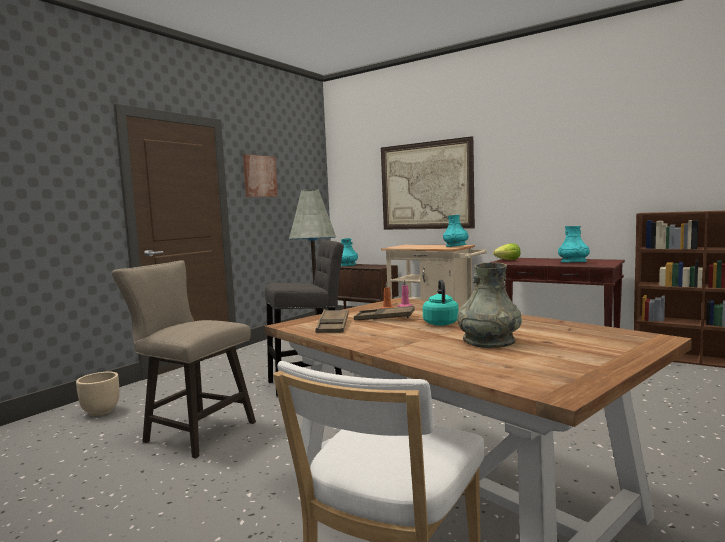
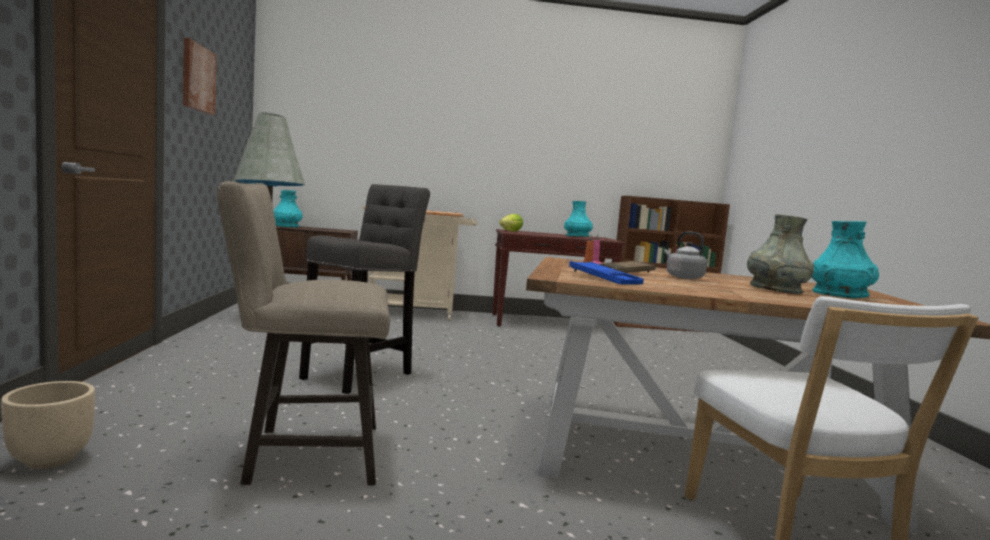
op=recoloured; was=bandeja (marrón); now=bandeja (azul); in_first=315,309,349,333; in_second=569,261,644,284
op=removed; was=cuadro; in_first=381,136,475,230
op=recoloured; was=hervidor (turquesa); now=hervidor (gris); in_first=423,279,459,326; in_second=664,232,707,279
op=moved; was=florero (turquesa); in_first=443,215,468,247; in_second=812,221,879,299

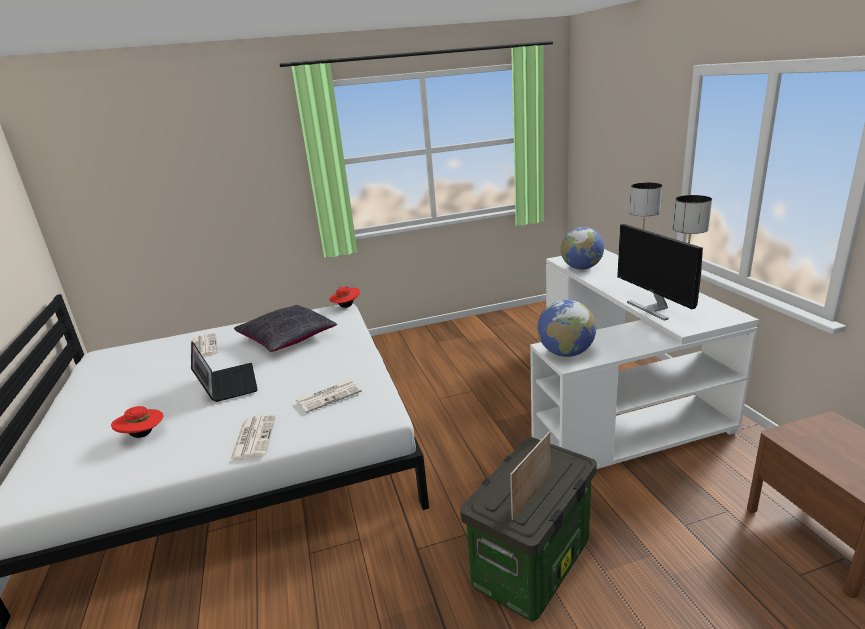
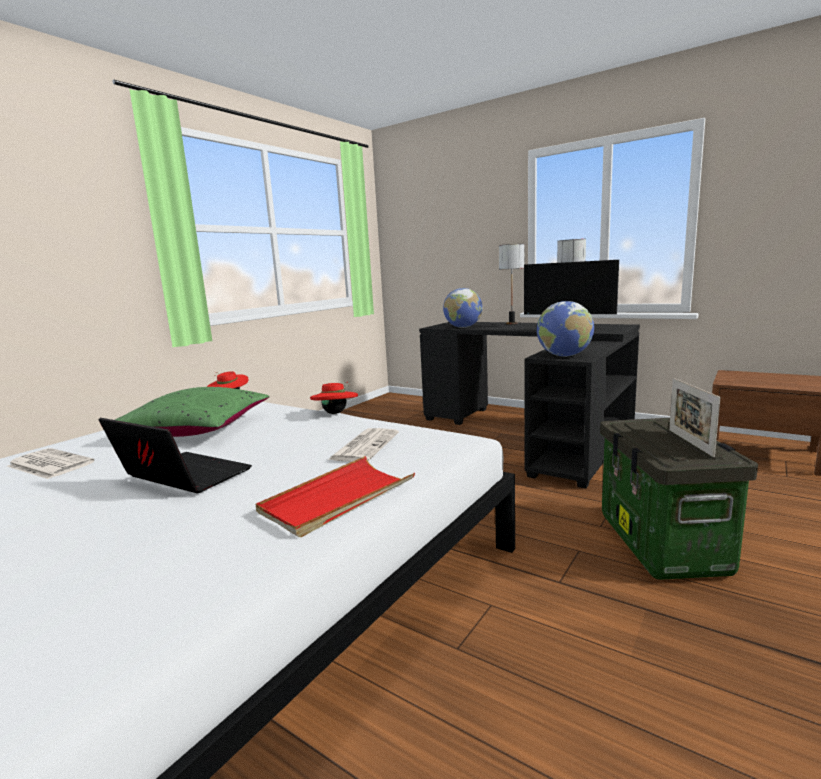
op=moved; was=sombrero (rojo); in_first=111,406,163,438; in_second=310,382,358,414
op=replaced; was=periódico; now=bandeja (rojo); in_first=230,414,276,461; in_second=255,456,415,537
op=recoloured; was=cojín (negro); now=cojín (verde); in_first=234,305,337,352; in_second=115,387,270,437
op=recoloured; was=escritorio (blanco); now=escritorio (negro); in_first=530,249,759,469; in_second=419,322,640,489

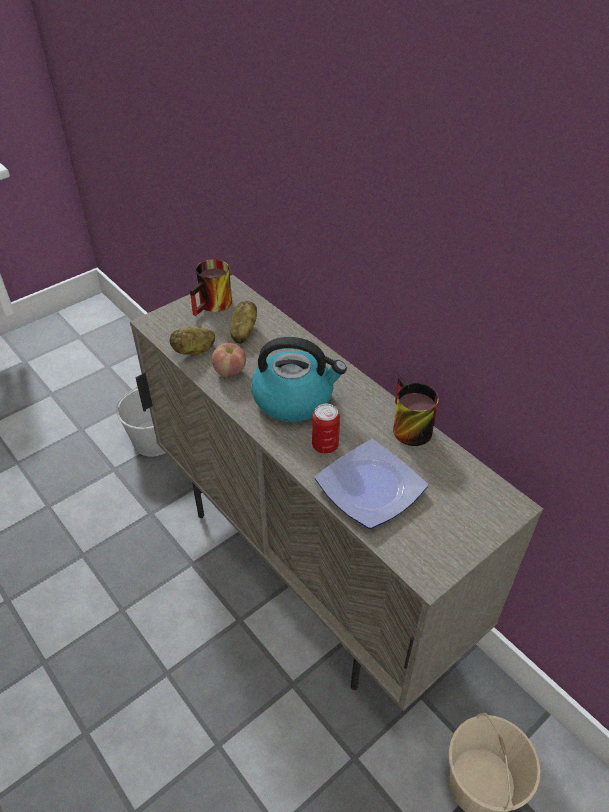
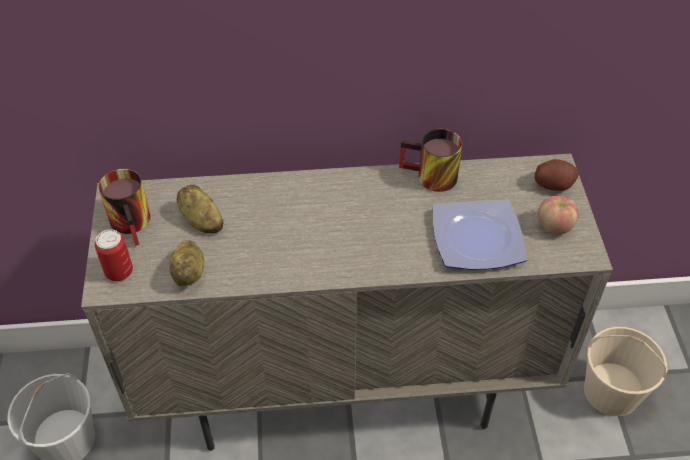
op=moved; was=manzana; in_first=212,343,246,377; in_second=538,196,579,235
op=removed; was=hervidor; in_first=251,337,347,422
op=moved; was=lata; in_first=312,404,340,454; in_second=94,229,133,281
op=added; now=patata; in_second=535,159,579,191

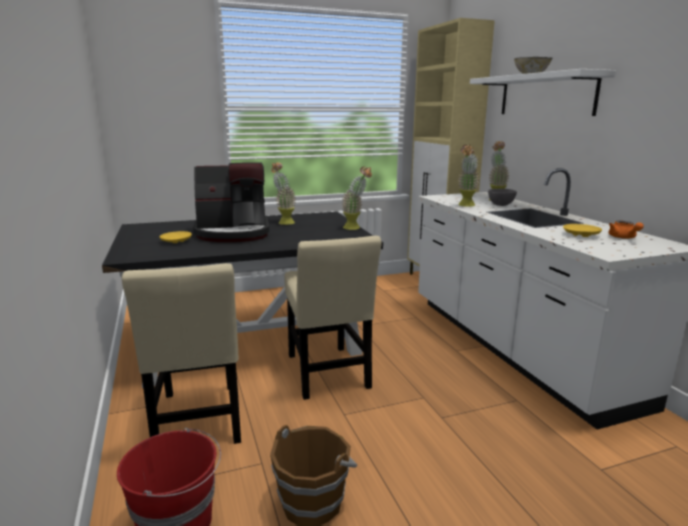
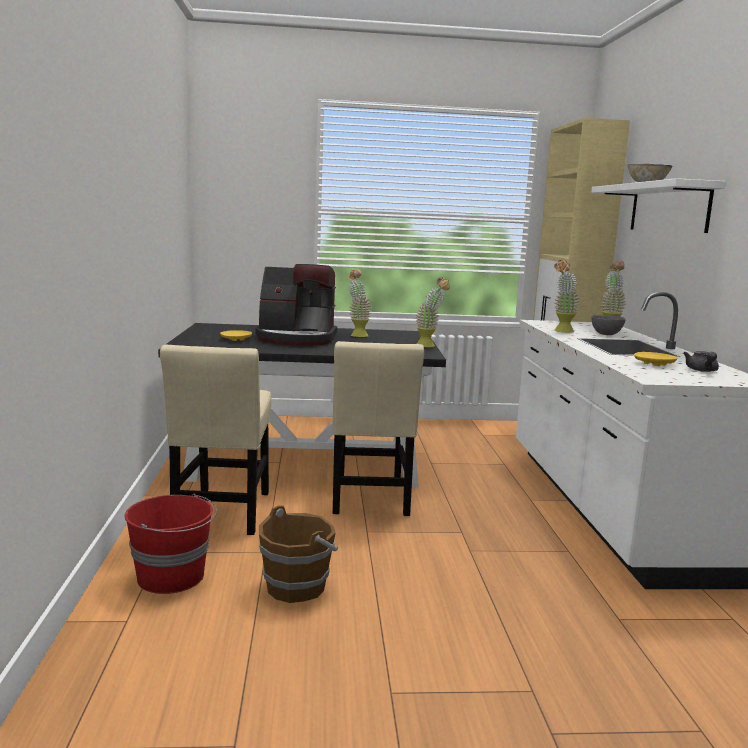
op=recoloured; was=tetera (naranja); now=tetera (gris); in_first=609,221,644,239; in_second=683,351,719,372

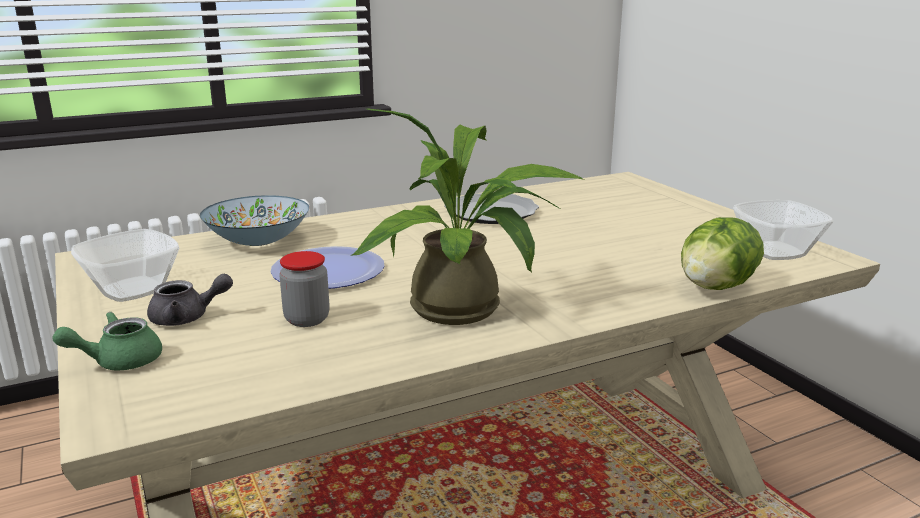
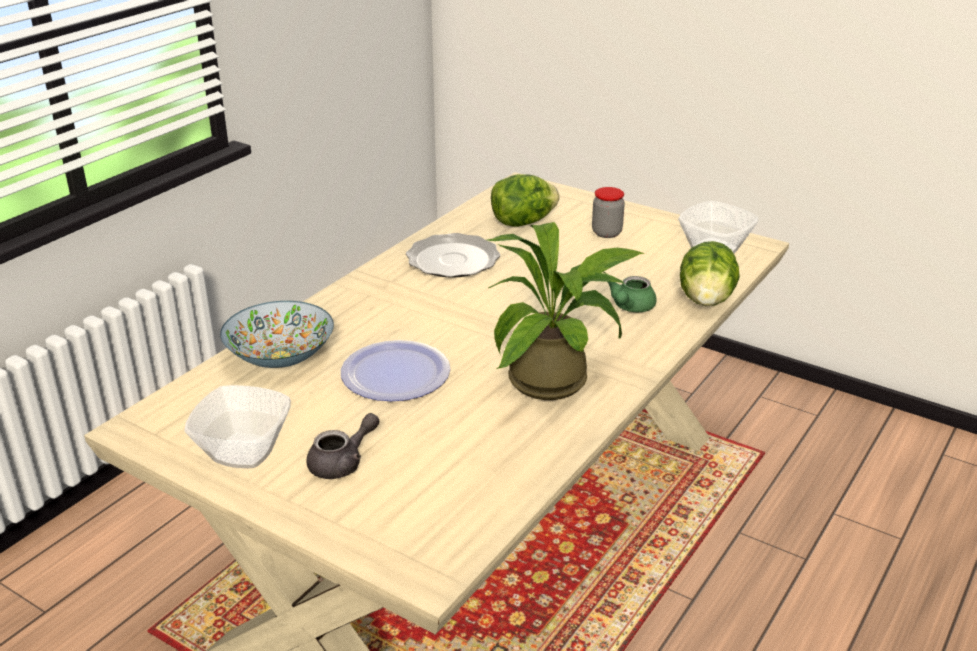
op=moved; was=tetera (verde); in_first=52,312,162,370; in_second=608,276,657,312
op=moved; was=tarro; in_first=279,251,330,327; in_second=592,187,625,238
op=added; now=lechuga; in_second=491,174,559,226

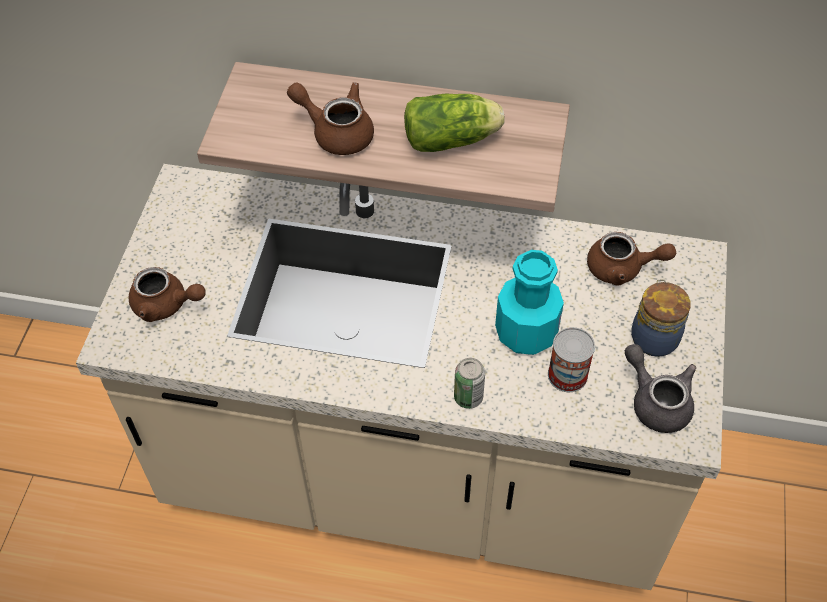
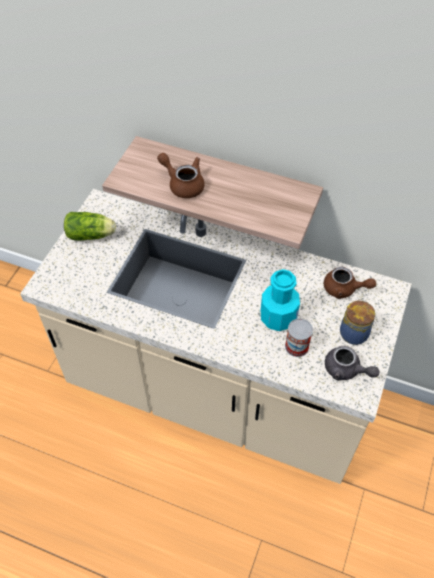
op=removed; was=tetera (marrón); in_first=129,267,206,322
op=moved; was=lechuga; in_first=404,93,504,152; in_second=64,212,116,241
op=removed; was=lata; in_first=454,358,485,409
op=turned; was=tetera (gris); in_first=625,344,696,433; in_second=325,346,379,381; clockwise=150

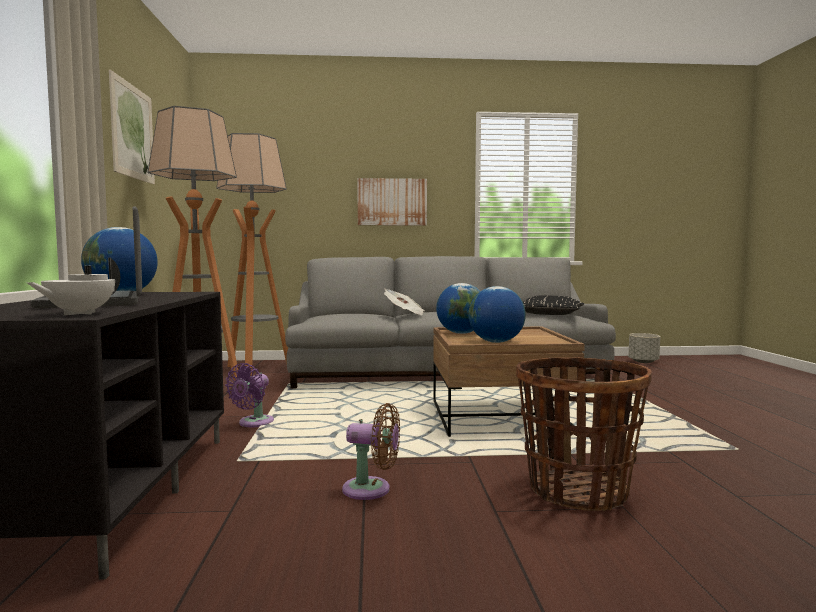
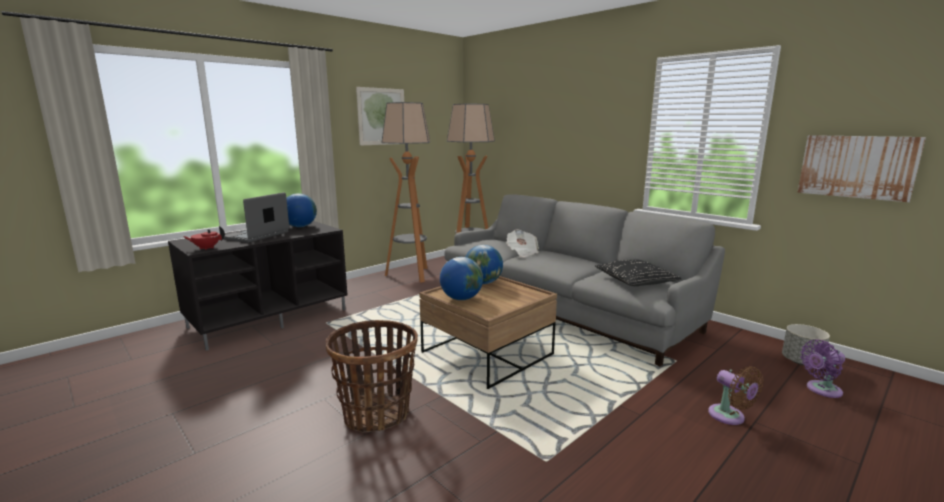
op=recoloured; was=tetera (blanco); now=tetera (rojo); in_first=27,257,120,315; in_second=183,226,225,250
op=moved; was=ventilador (morado); in_first=225,363,274,427; in_second=800,339,845,398
op=moved; was=ventilador (marrón); in_first=342,403,400,500; in_second=708,366,763,425
op=moved; was=cuadro; in_first=357,178,427,226; in_second=797,135,926,202

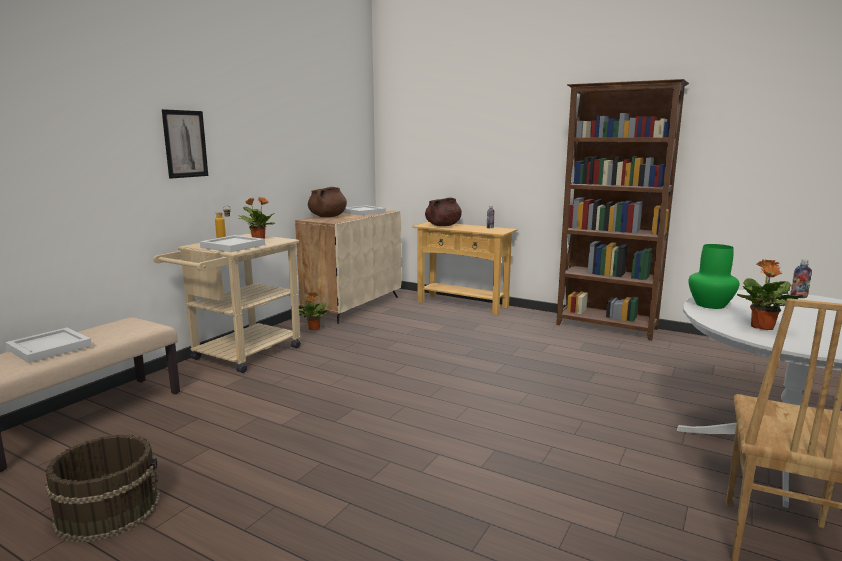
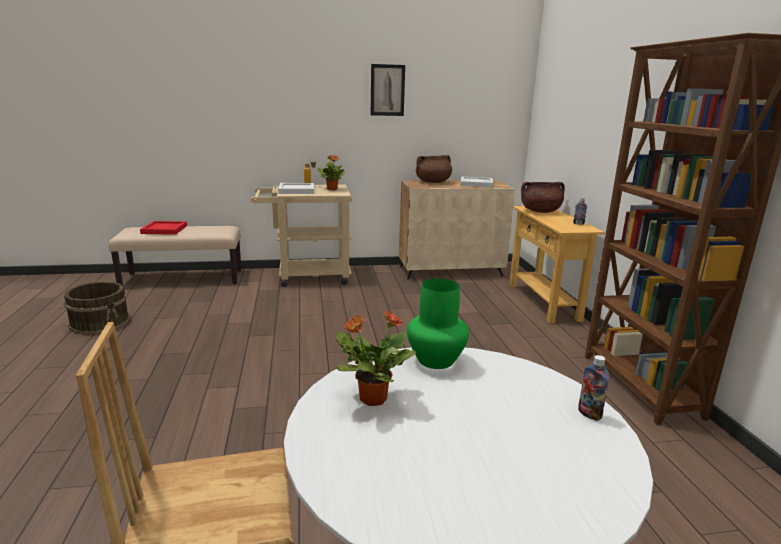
op=recoloured; was=bandeja (blanco); now=bandeja (rojo); in_first=5,328,92,363; in_second=140,221,187,235
op=moved; was=cuadro; in_first=162,109,208,179; in_second=371,64,405,116
op=removed; was=planta en maceta; in_first=299,292,327,330

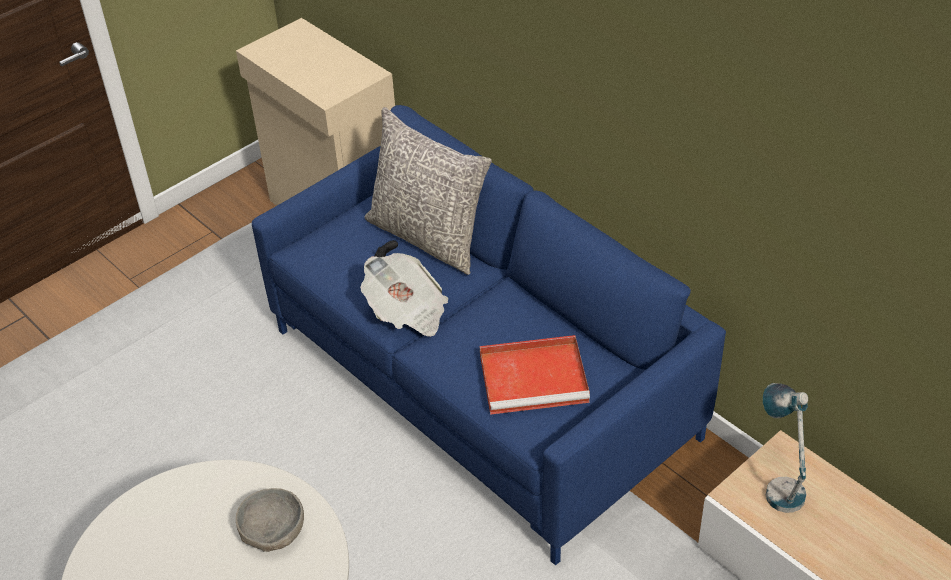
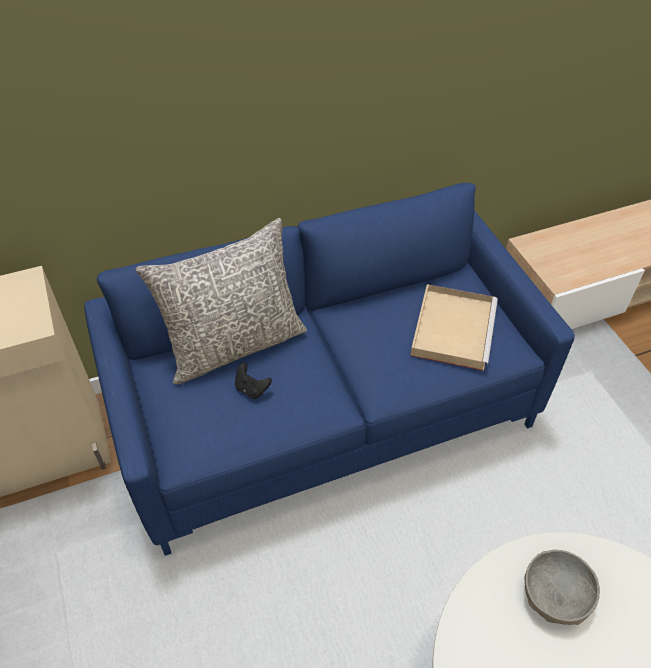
op=removed; was=periódico; in_first=360,253,448,337
op=recoloured; was=bandeja (rojo); now=bandeja (beis); in_first=480,335,590,415; in_second=410,284,498,371
op=removed; was=lámpara de mesa; in_first=763,383,808,513

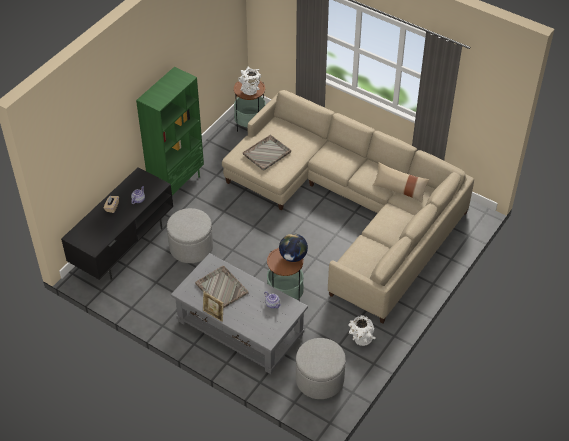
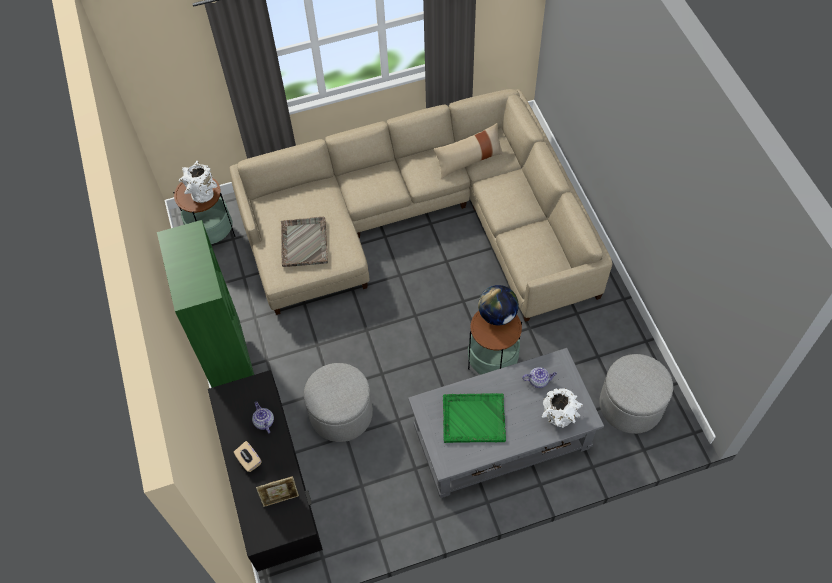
op=recoloured; was=bandeja (gris); now=bandeja (verde); in_first=195,265,248,308; in_second=443,393,506,443
op=moved; was=portarretratos; in_first=203,291,224,322; in_second=256,476,299,507
op=moved; was=florero (blanco); in_first=348,315,376,346; in_second=542,388,583,428

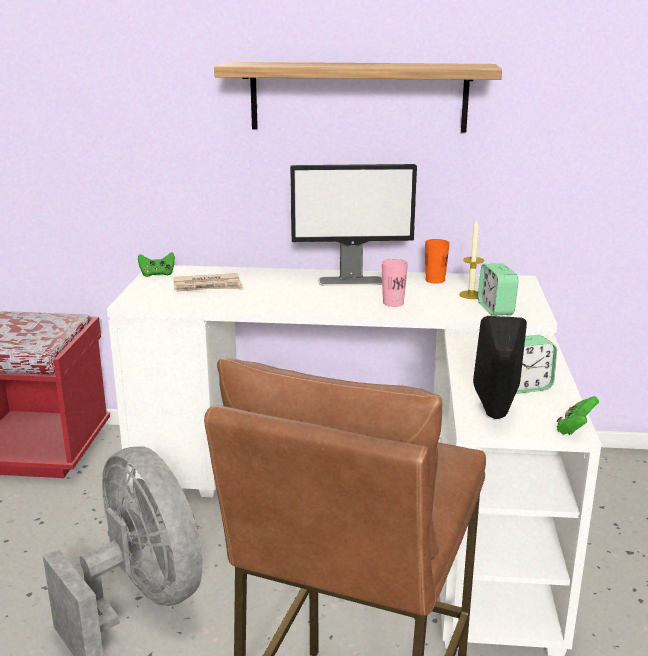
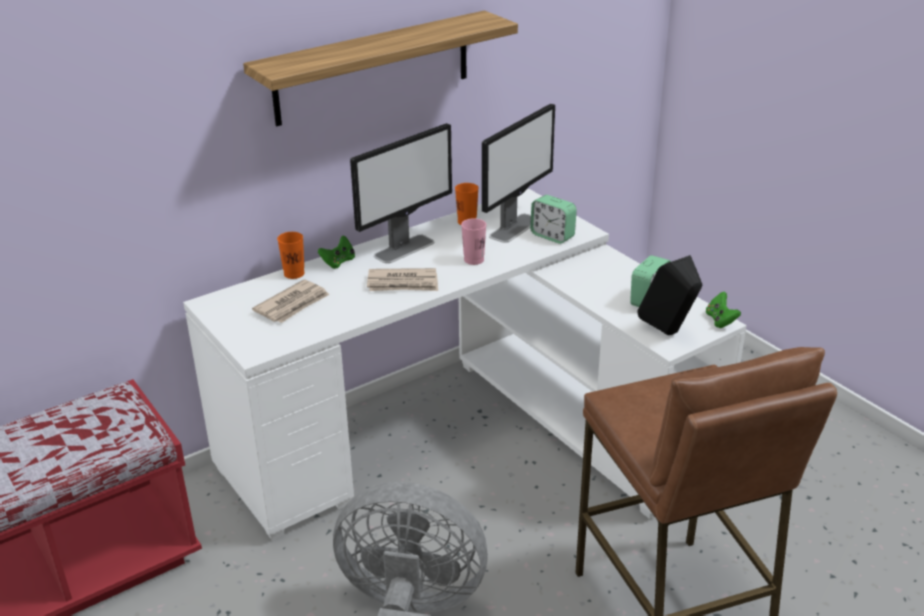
op=moved; was=mando de consola (verde); in_first=138,252,175,277; in_second=318,236,355,269
op=replaced; was=vela; now=monitor; in_first=459,219,484,299; in_second=482,104,555,243
op=added; now=taza (naranja); in_second=277,232,304,279
op=added; now=periódico; in_second=367,268,438,291

